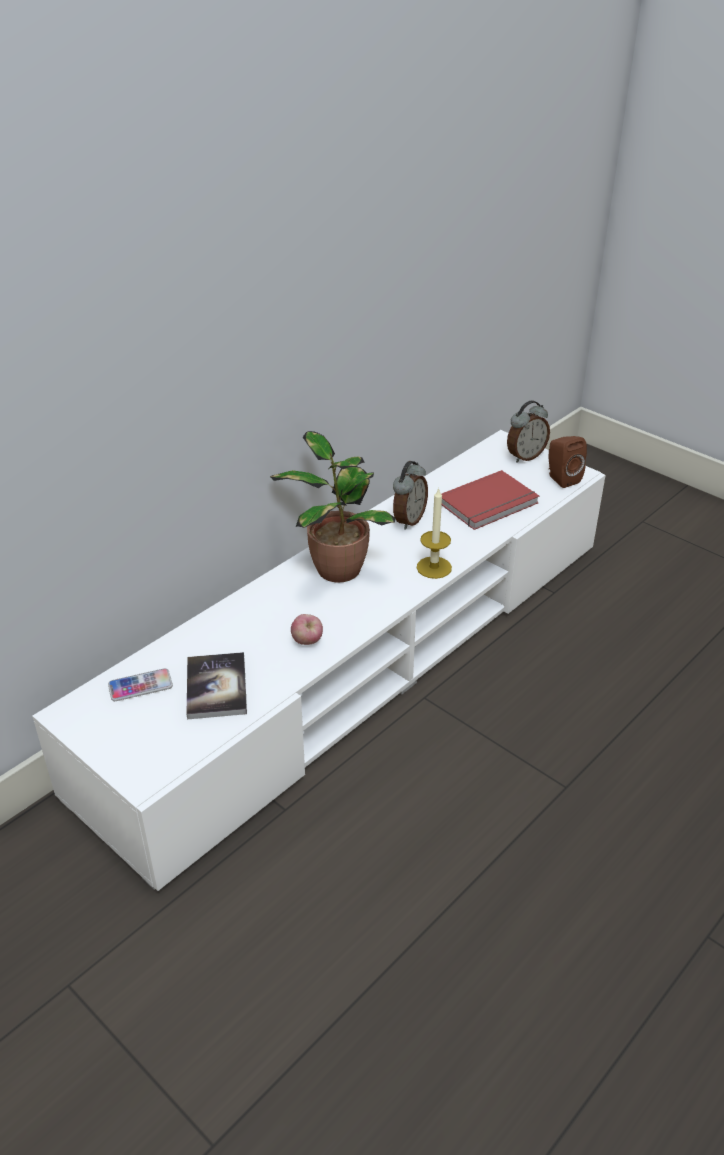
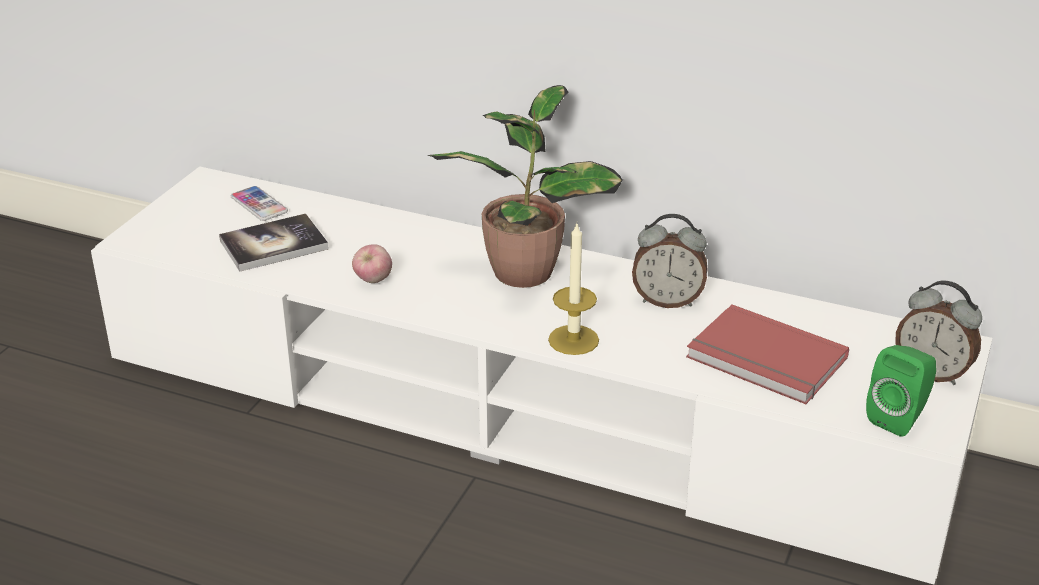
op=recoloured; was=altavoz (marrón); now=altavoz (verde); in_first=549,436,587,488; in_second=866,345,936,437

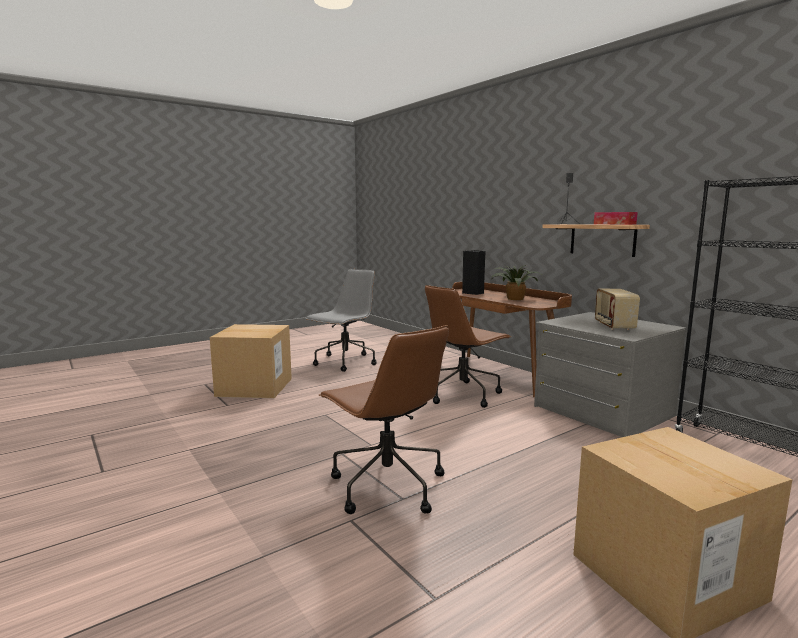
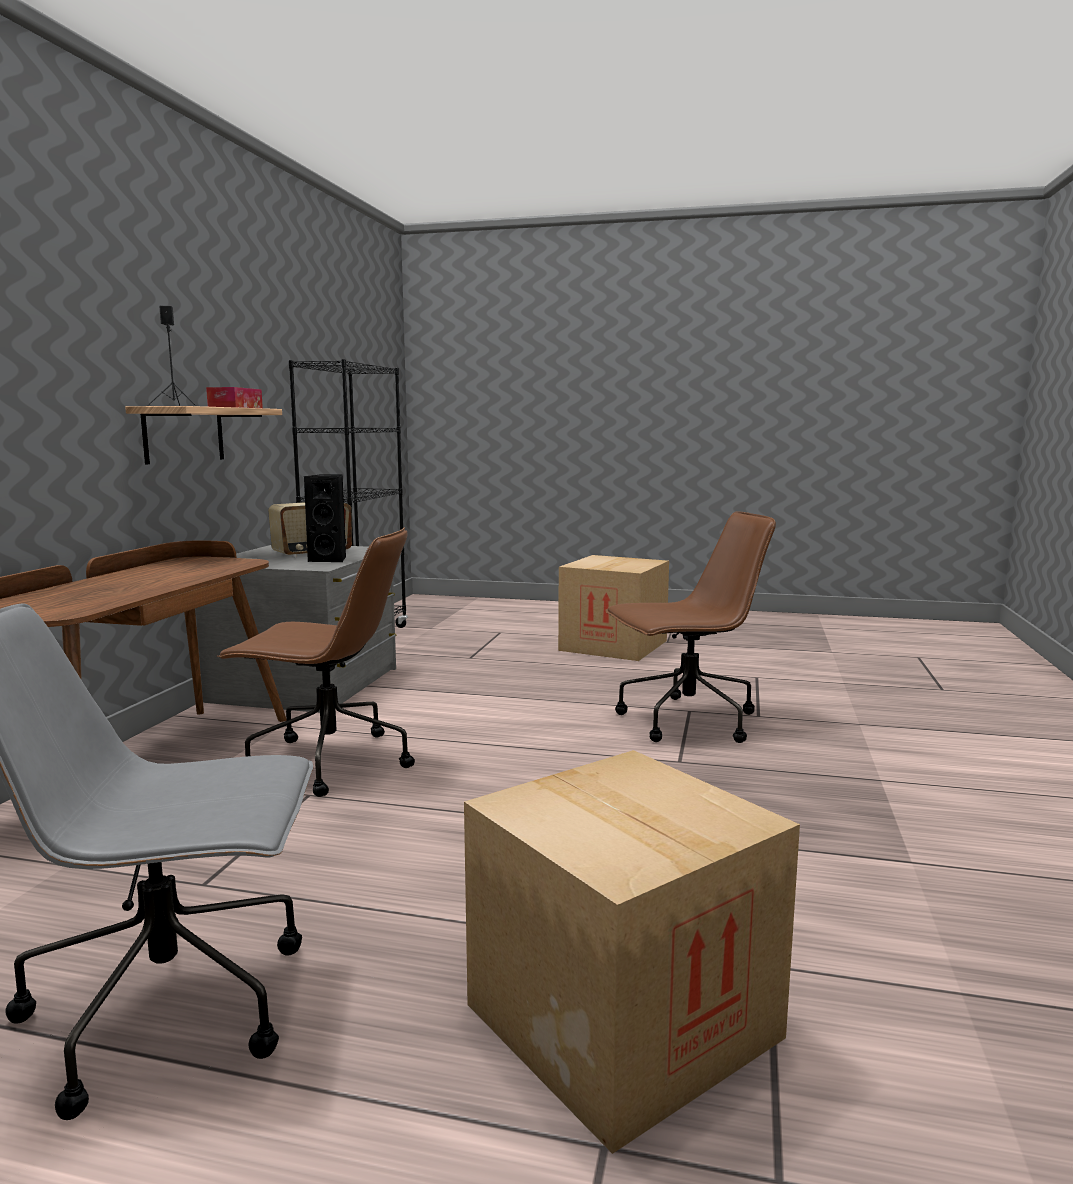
op=turned; was=silla de oficina (marrón); in_first=319,325,449,514; in_second=605,511,776,743; clockwise=60
op=moved; was=altavoz (negro); in_first=462,250,485,295; in_second=303,474,346,562
op=removed; was=planta en maceta; in_first=492,265,541,300

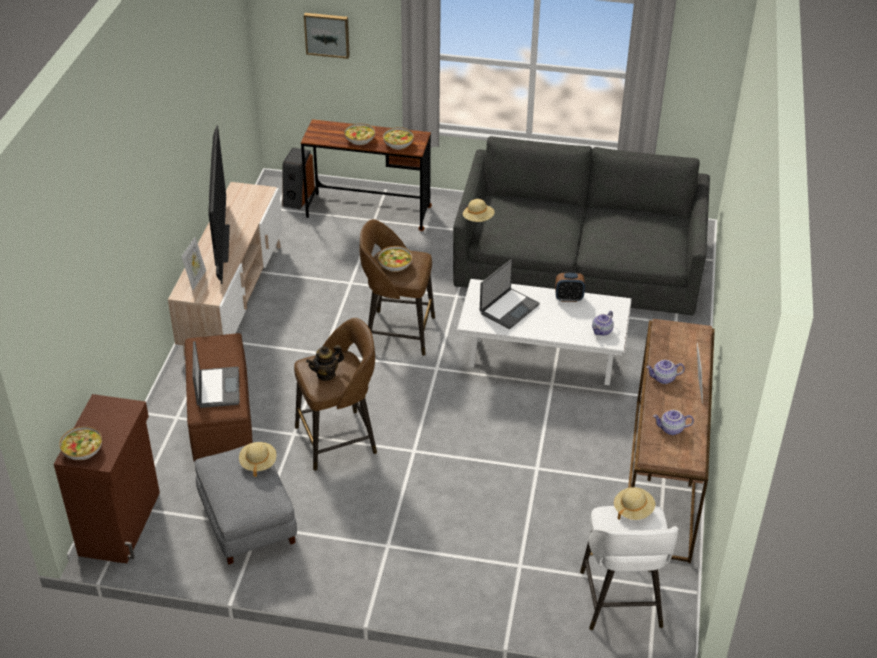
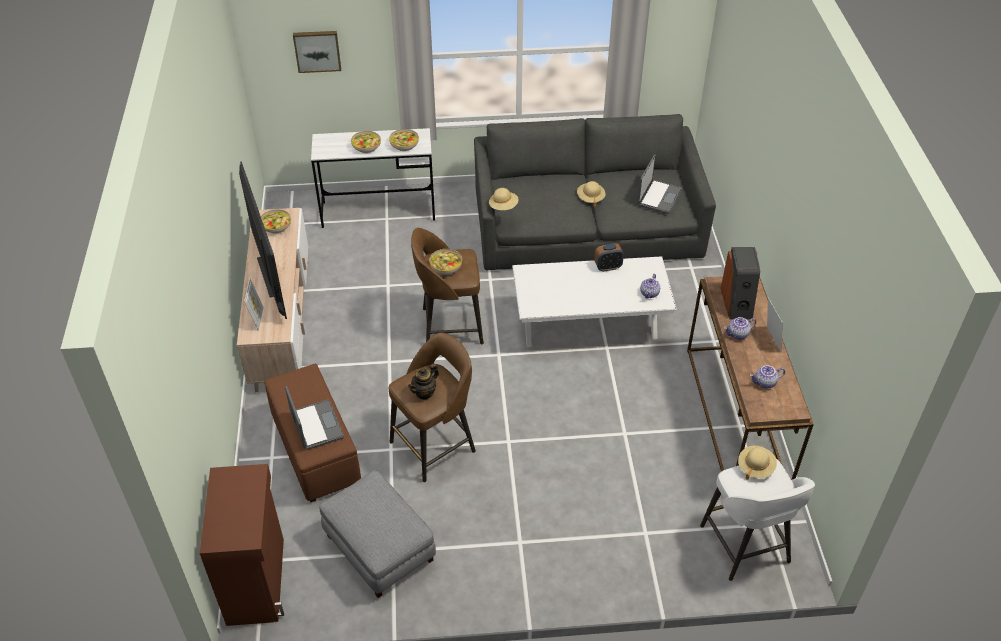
op=moved; was=cuenco; in_first=59,426,102,460; in_second=261,209,291,234
op=moved; was=sombrero (beis); in_first=239,442,276,477; in_second=577,181,605,207
op=moved; was=altavoz; in_first=282,147,315,209; in_second=721,247,760,319
op=recoloured; was=escritorio (marrón); now=escritorio (blanco); in_first=301,119,432,231; in_second=311,128,437,228
op=moved; was=portátil; in_first=480,259,540,329; in_second=637,154,682,214

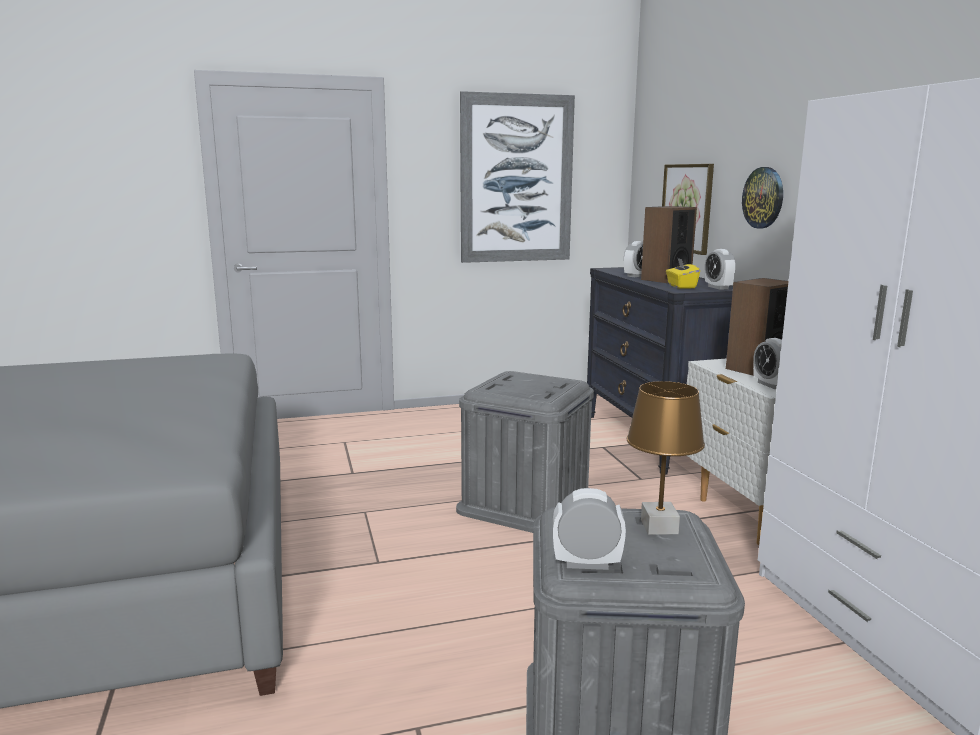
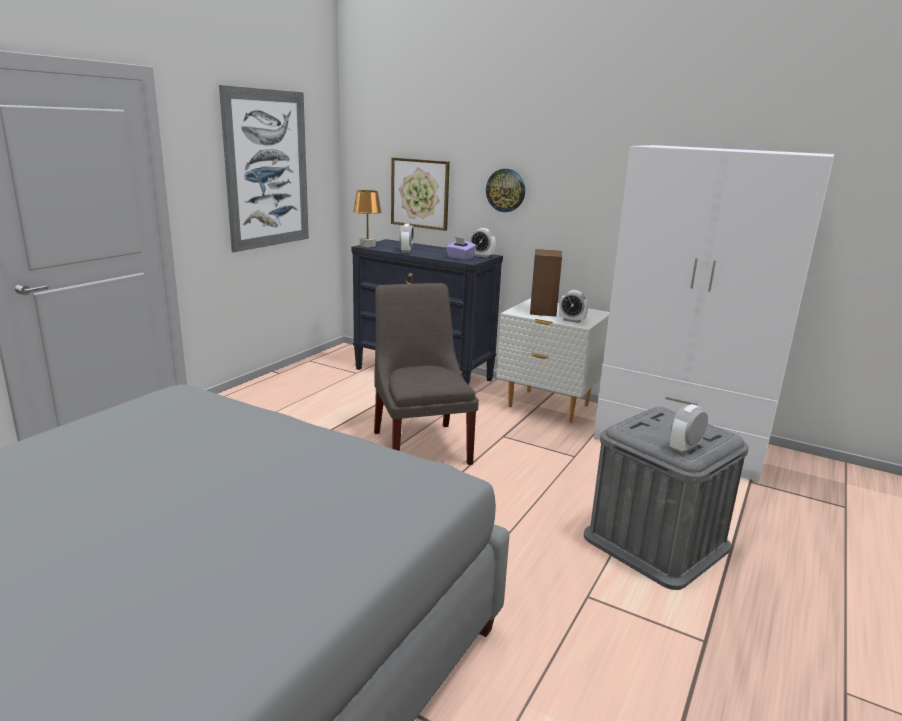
op=replaced; was=caja de almacenaje (gris); now=silla (gris); in_first=456,371,594,533; in_second=374,283,479,465
op=moved; was=lámpara de mesa (marrón); in_first=627,381,705,535; in_second=353,190,381,248
op=removed; was=altavoz; in_first=641,206,697,283
op=recoloured; was=caja de pañuelos (amarillo); now=caja de pañuelos (morado); in_first=666,258,700,289; in_second=446,237,476,260

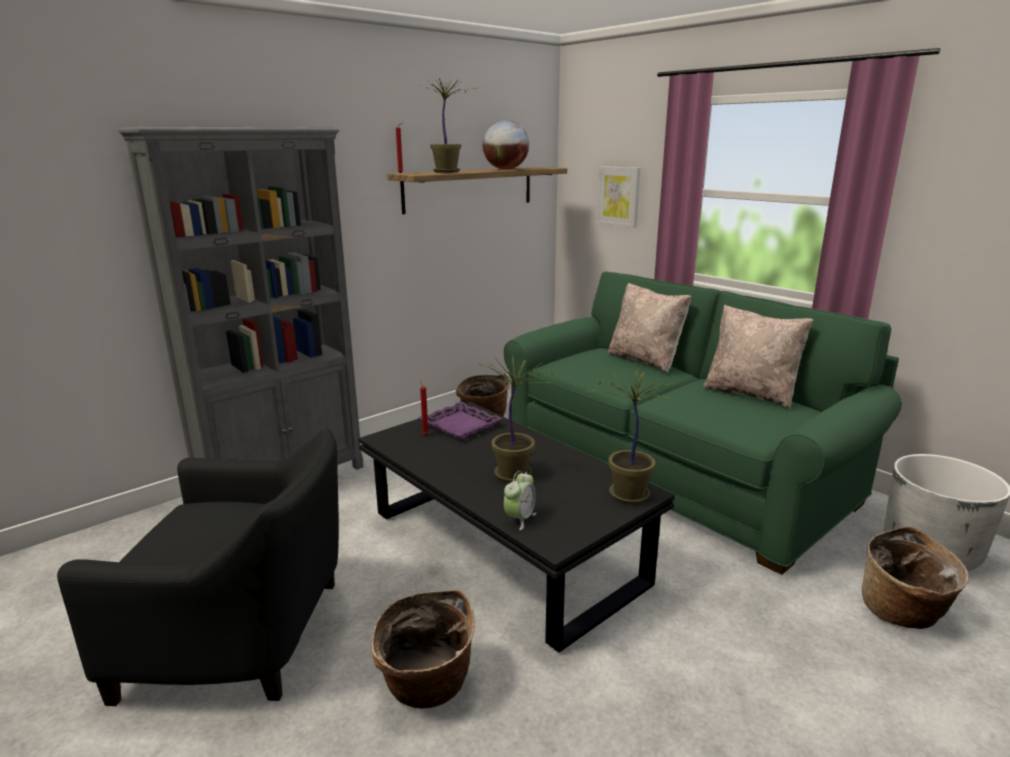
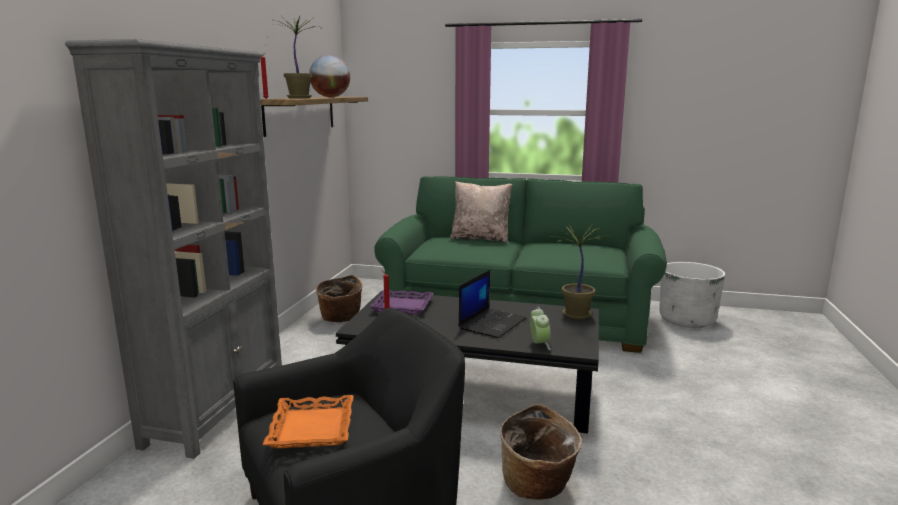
op=replaced; was=planta en maceta; now=portátil; in_first=477,355,553,482; in_second=458,270,526,338
op=removed; was=cuadro; in_first=596,166,640,228
op=removed; was=cojín (beis); in_first=703,305,813,409
op=removed; was=cesta; in_first=862,526,969,629
op=added; now=bandeja (naranja); in_second=263,395,354,448

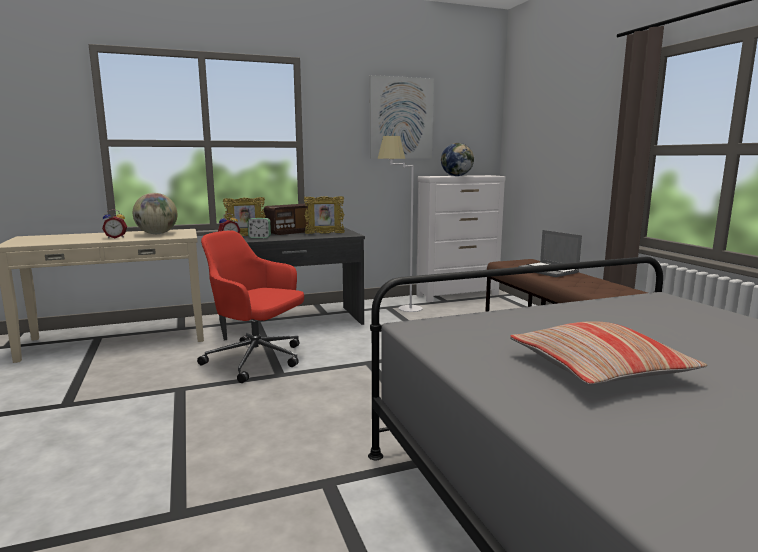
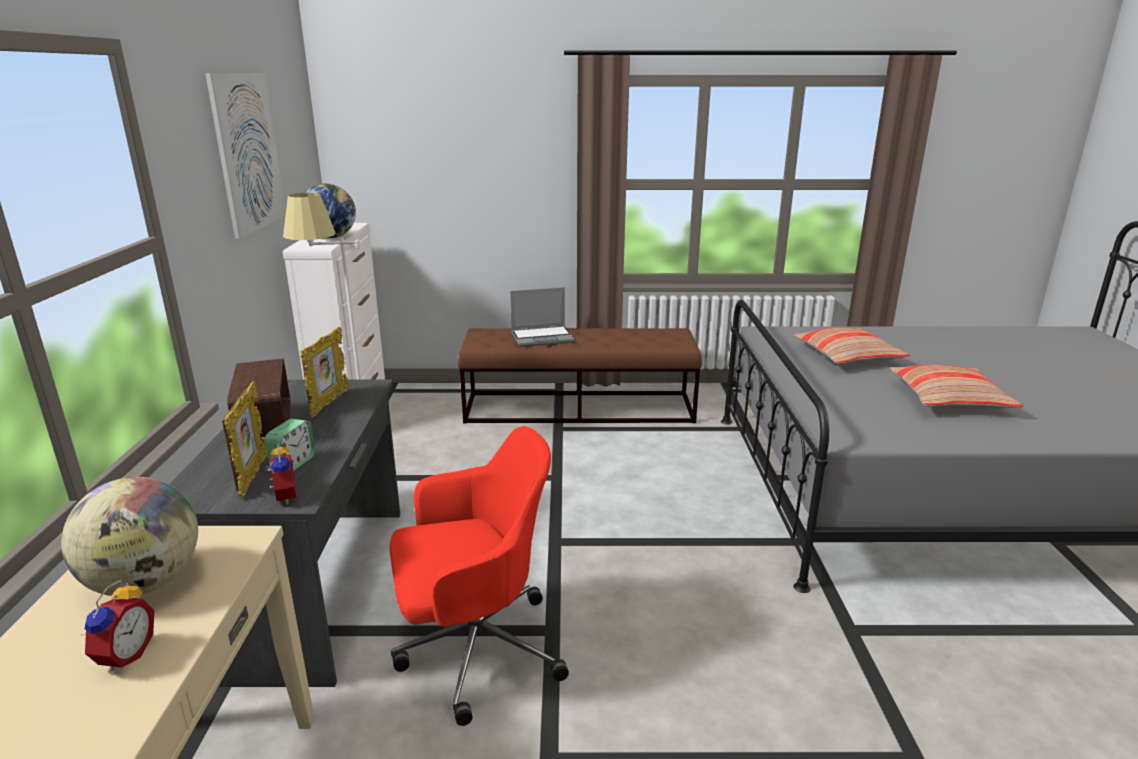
op=turned; was=silla de oficina (rojo); in_first=197,231,304,383; in_second=390,426,569,726; clockwise=-150
op=added; now=cojín; in_second=793,328,910,364

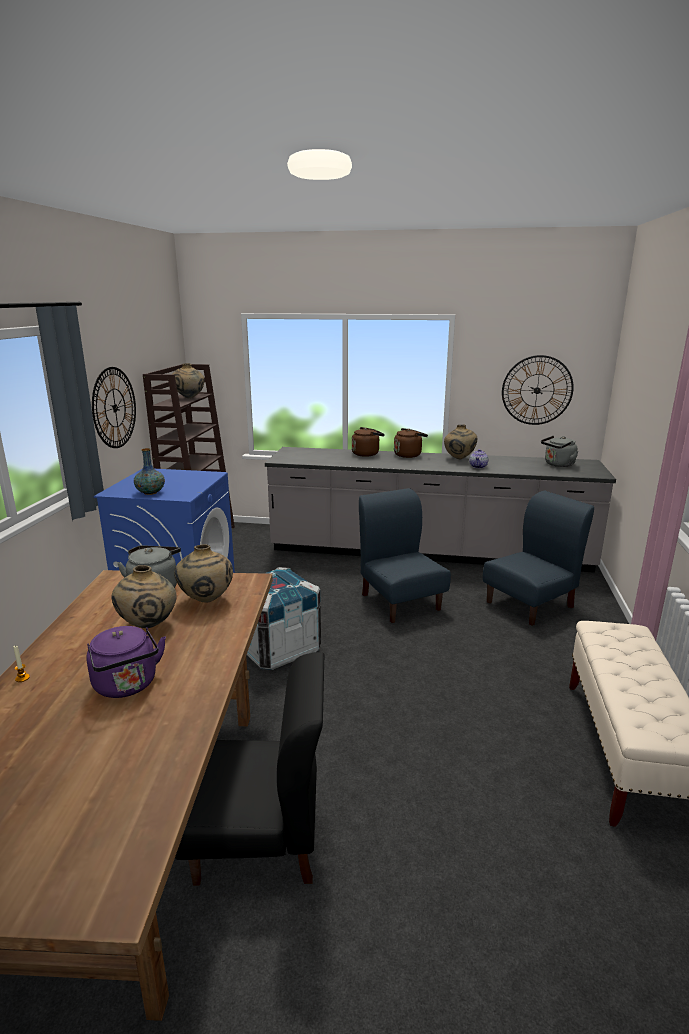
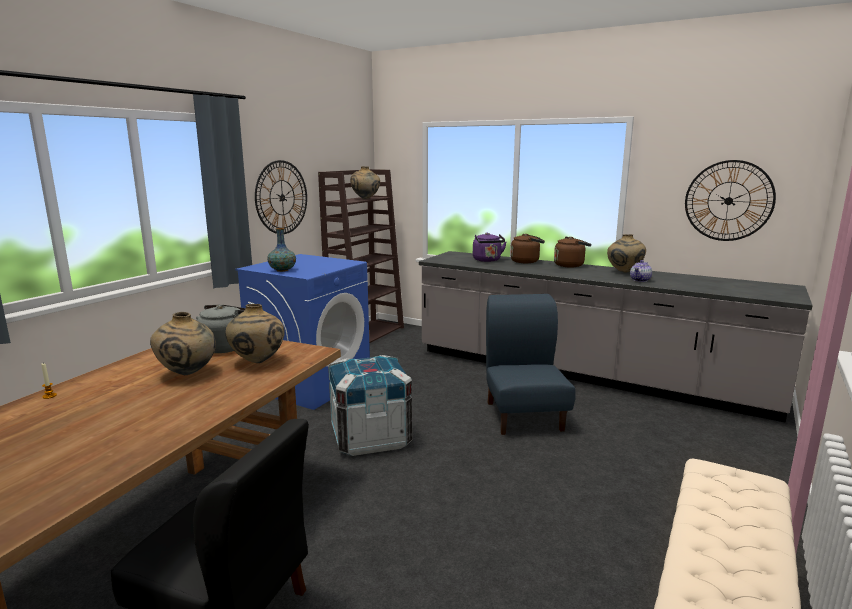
op=moved; was=hervidor (morado); in_first=86,626,166,698; in_second=473,232,507,262
op=removed; was=silla (azul); in_first=483,491,594,626
op=removed; was=hervidor (gris); in_first=541,436,579,467

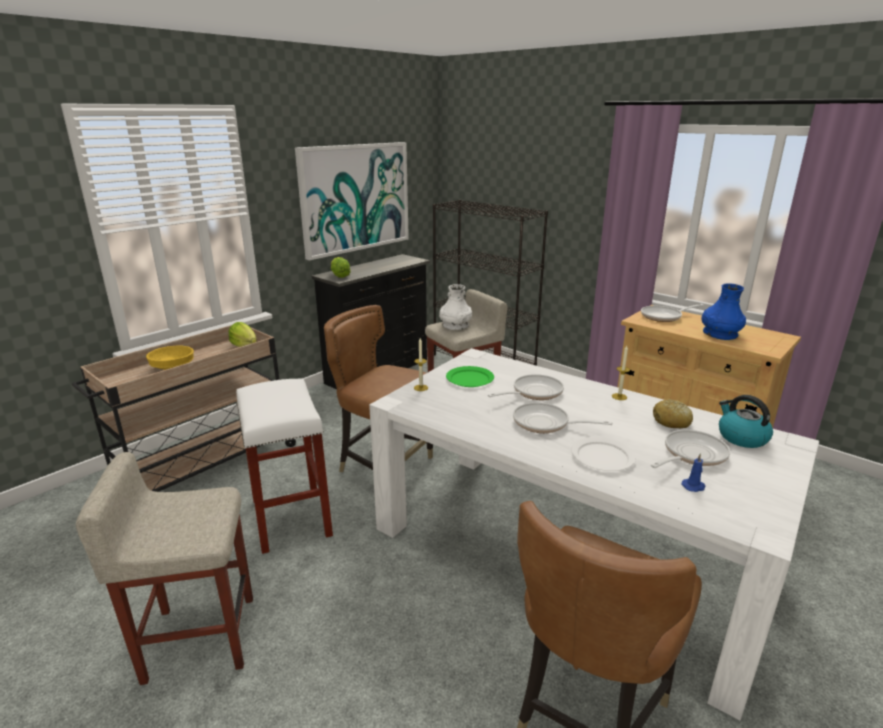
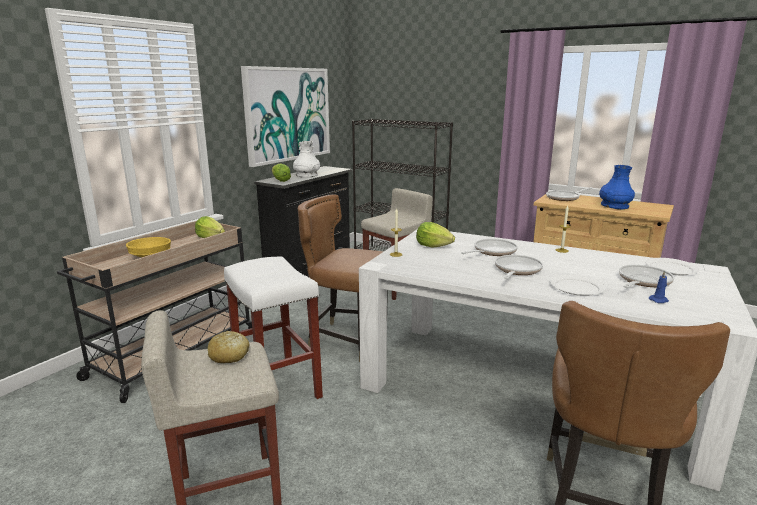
op=moved; was=florero (blanco); in_first=439,284,472,330; in_second=293,141,320,178
op=replaced; was=plato (verde); now=lechuga; in_first=446,366,494,387; in_second=416,222,455,248
op=turned; was=sartén; in_first=513,402,612,433; in_second=495,255,543,279; clockwise=105
op=moved; was=pan; in_first=653,399,693,429; in_second=207,331,249,363
op=replaced; was=hervidor; now=plato (blanco); in_first=719,395,773,448; in_second=645,258,700,275

